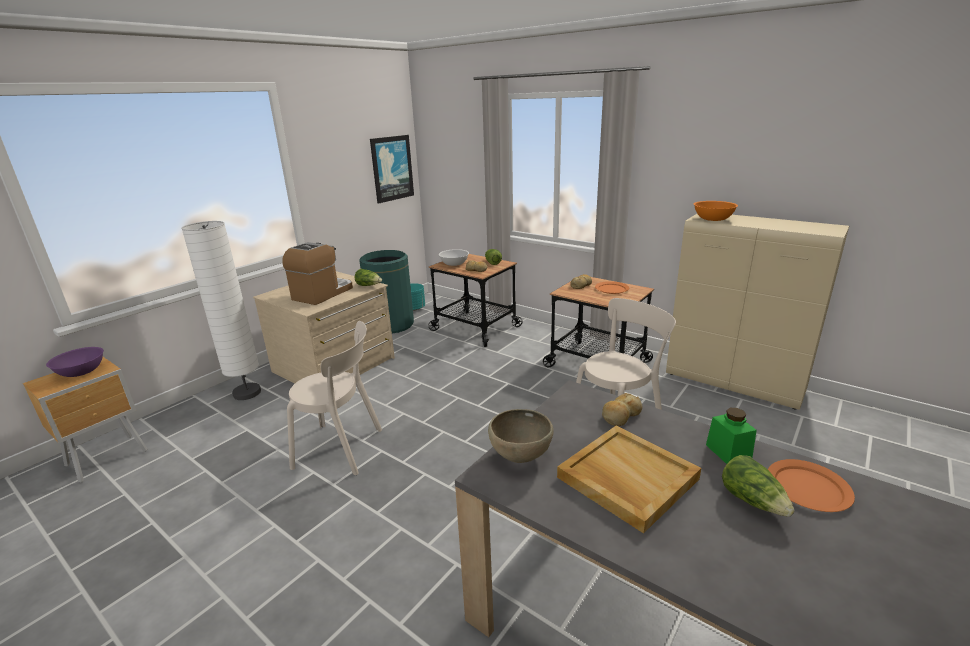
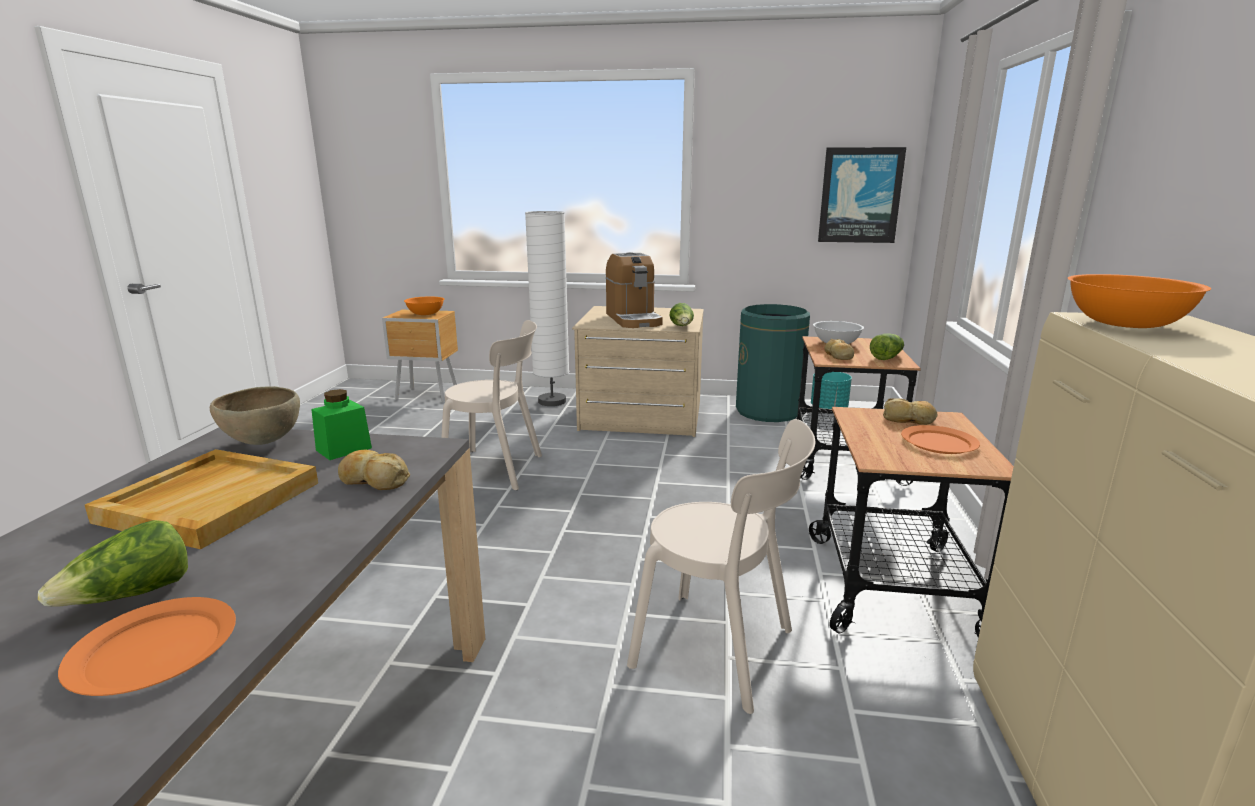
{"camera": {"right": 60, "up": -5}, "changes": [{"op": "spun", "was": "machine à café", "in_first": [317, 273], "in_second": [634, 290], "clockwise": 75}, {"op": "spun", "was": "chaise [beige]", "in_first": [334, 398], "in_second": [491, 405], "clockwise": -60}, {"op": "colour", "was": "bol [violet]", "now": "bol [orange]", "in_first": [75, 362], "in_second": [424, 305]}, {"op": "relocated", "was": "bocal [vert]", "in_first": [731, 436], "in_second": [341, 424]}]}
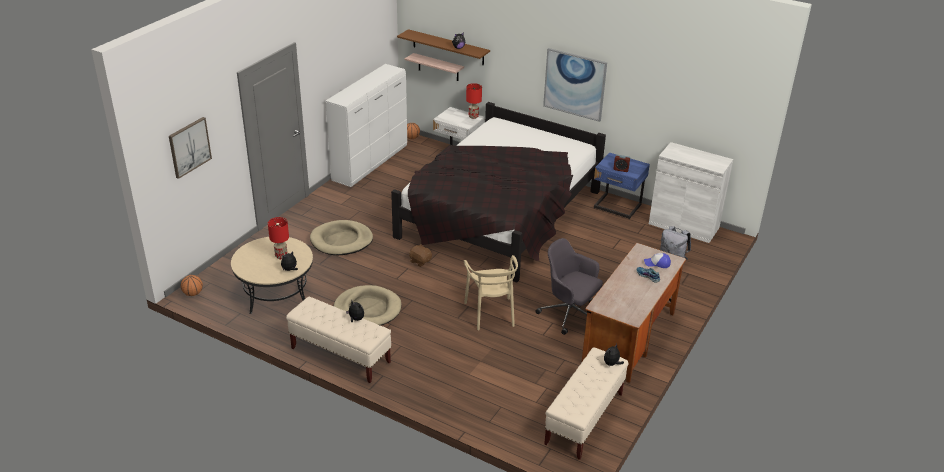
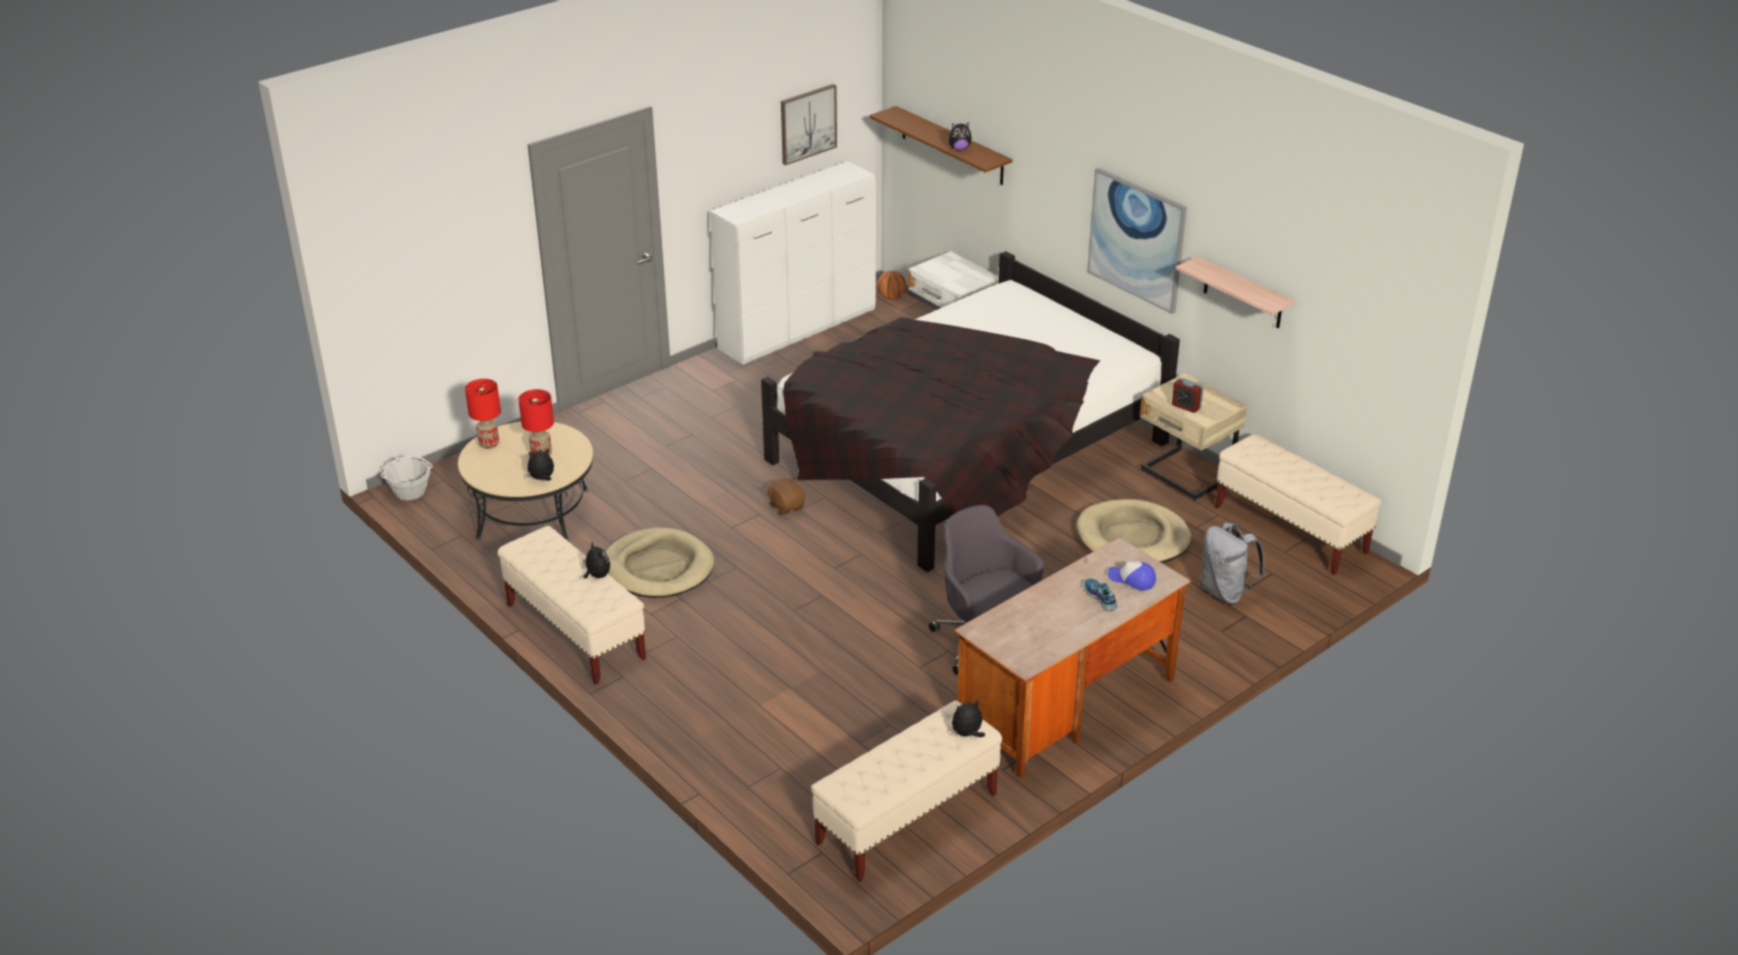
{"camera": {"right": 20, "up": 0}, "changes": [{"op": "relocated", "was": "étagère", "in_first": [434, 67], "in_second": [1235, 292]}, {"op": "relocated", "was": "lampe de table [rouge]", "in_first": [474, 101], "in_second": [483, 414]}, {"op": "relocated", "was": "tableau", "in_first": [190, 148], "in_second": [809, 124]}, {"op": "exchanged", "was": "meuble de rangement [blanc]", "now": "banc [beige]", "in_first": [691, 192], "in_second": [1298, 504]}, {"op": "colour", "was": "table de chevet [bleu]", "now": "table de chevet [beige]", "in_first": [622, 186], "in_second": [1193, 437]}, {"op": "relocated", "was": "panier pour chien [beige]", "in_first": [341, 237], "in_second": [1134, 531]}, {"op": "missing", "was": "chaise [beige]", "in_first": [491, 292]}, {"op": "exchanged", "was": "ballon de basket", "now": "panier", "in_first": [191, 285], "in_second": [407, 477]}]}
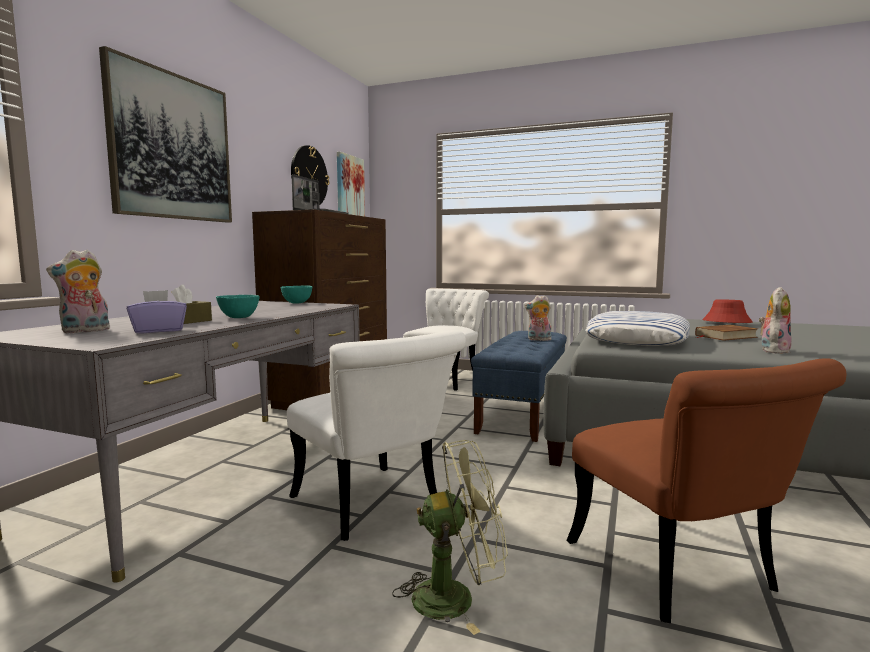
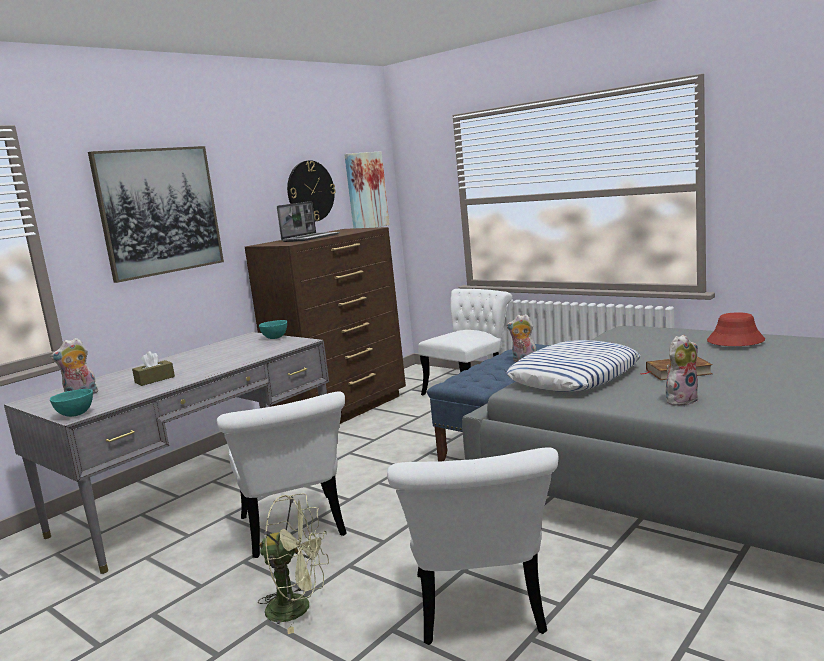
{"camera": {"right": 20, "up": 5}, "changes": [{"op": "missing", "was": "boîte à mouchoirs [violet]", "in_first": [157, 311]}, {"op": "relocated", "was": "bol [turquoise]", "in_first": [238, 306], "in_second": [71, 403]}, {"op": "colour", "was": "chaise [marron]", "now": "chaise [blanc]", "in_first": [706, 490], "in_second": [472, 546]}]}
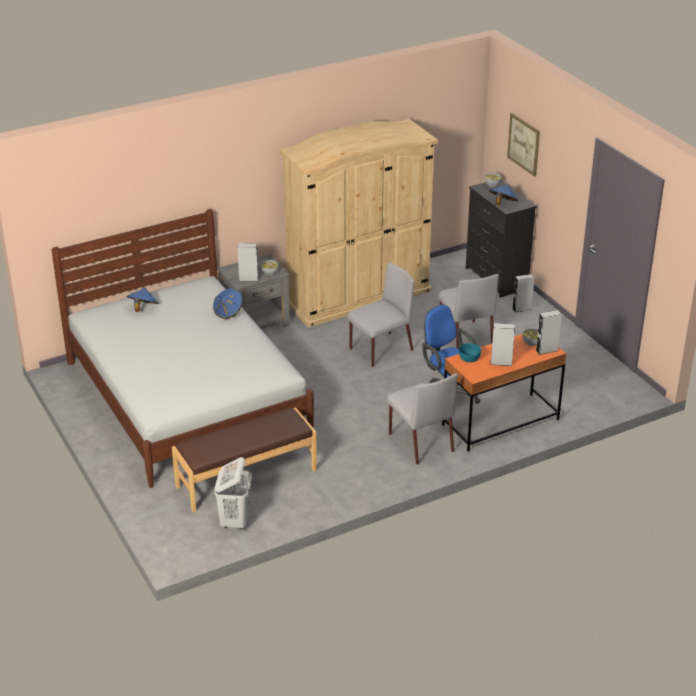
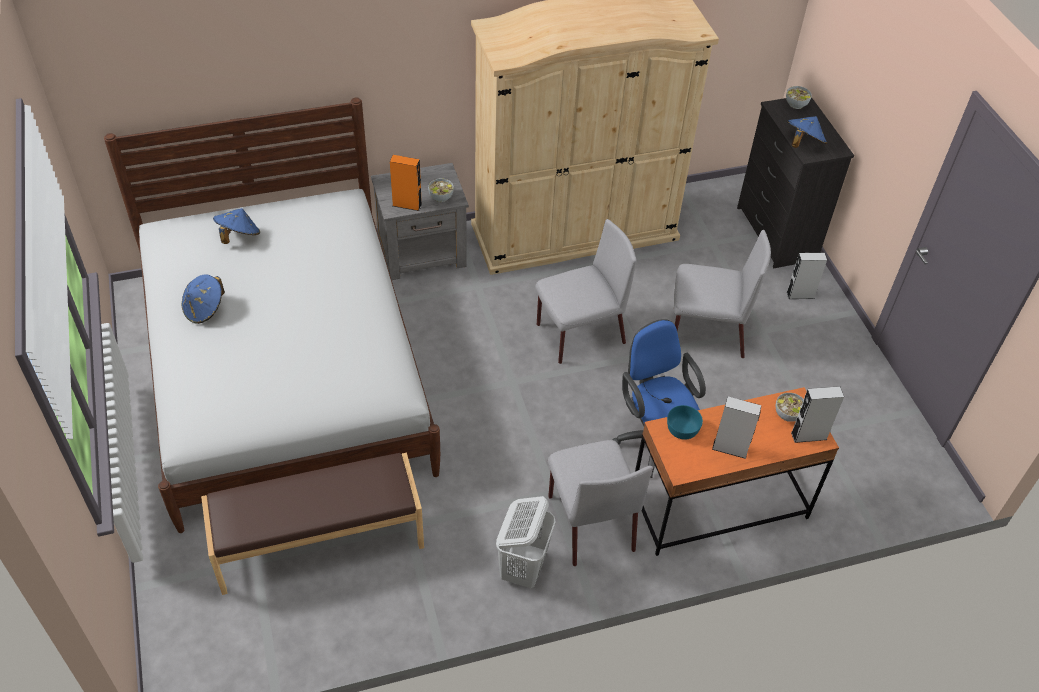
{"camera": {"right": 10, "up": 15}, "changes": [{"op": "missing", "was": "tableau", "in_first": [523, 145]}, {"op": "colour", "was": "enceinte [gris]", "now": "enceinte [orange]", "in_first": [248, 262], "in_second": [406, 183]}, {"op": "spun", "was": "chaise [gris]", "in_first": [468, 311], "in_second": [722, 294], "clockwise": -75}, {"op": "relocated", "was": "chapeau [bleu]", "in_first": [228, 304], "in_second": [203, 299]}, {"op": "relocated", "was": "panier à linge [blanc]", "in_first": [233, 493], "in_second": [526, 542]}]}
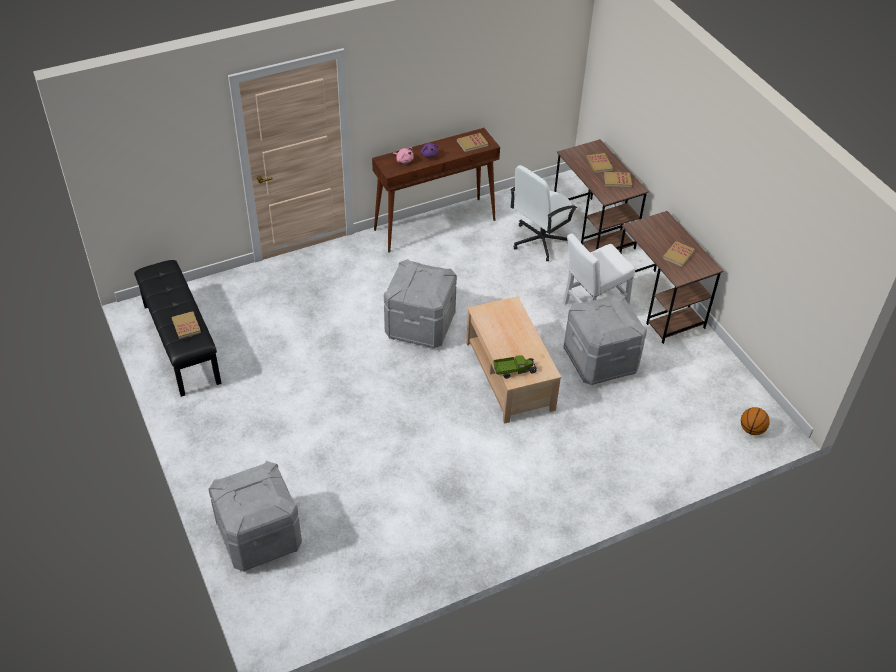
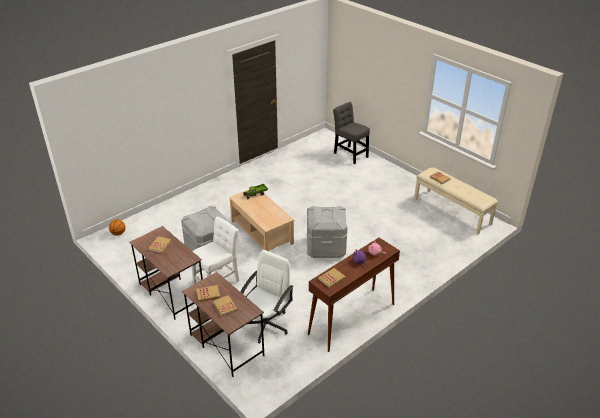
{"camera": {"right": 165, "up": -10}, "changes": [{"op": "colour", "was": "banc [noir]", "now": "banc [beige]", "in_first": [178, 328], "in_second": [456, 200]}, {"op": "exchanged", "was": "boîte de rangement [gris]", "now": "chaise [gris]", "in_first": [255, 516], "in_second": [351, 133]}]}
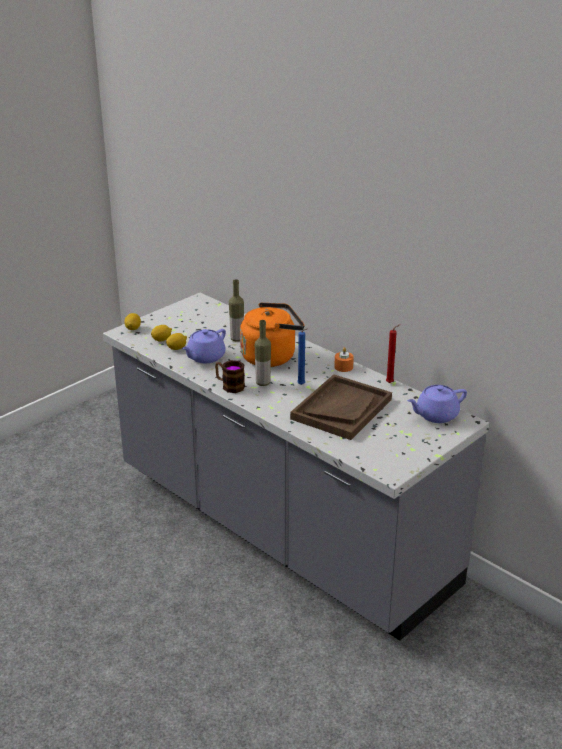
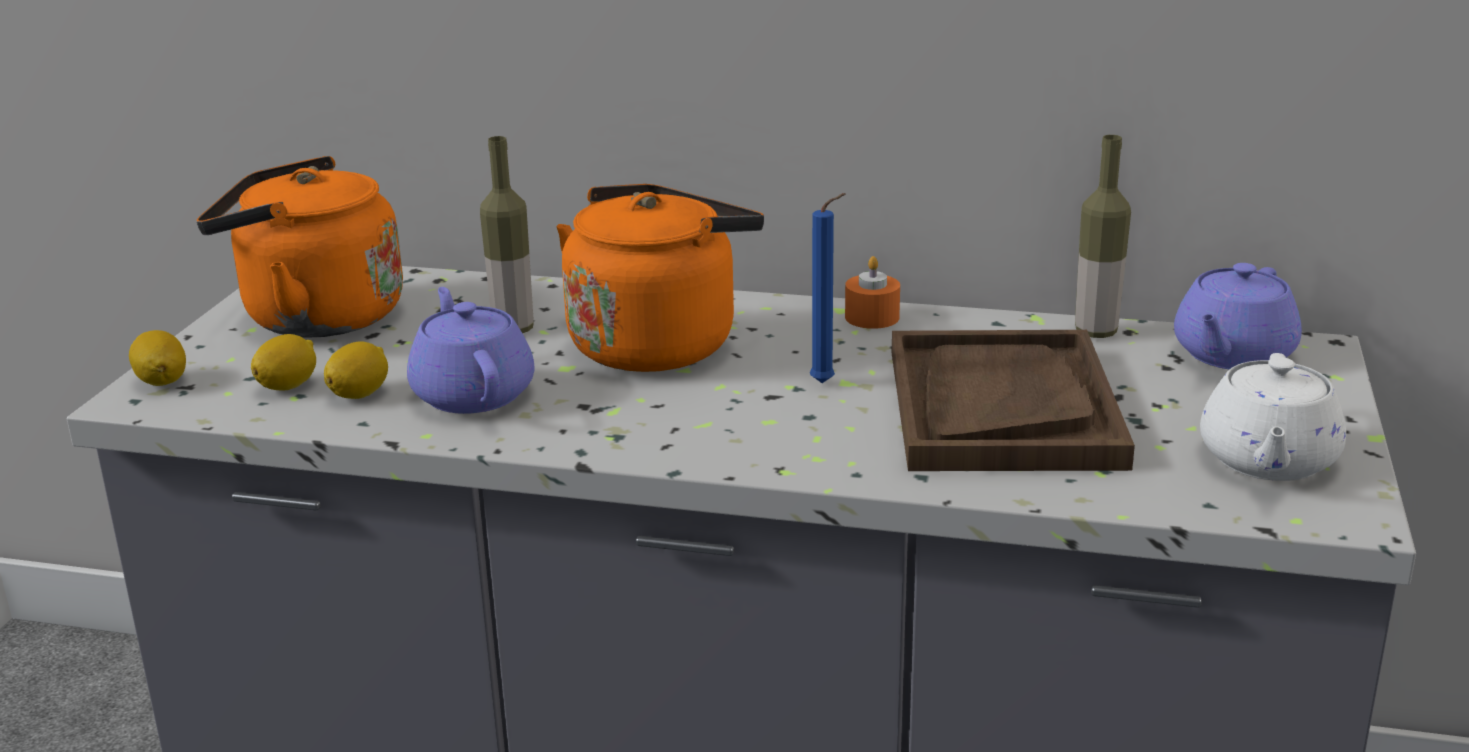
{"camera": {"right": -30, "up": -5}, "changes": [{"op": "relocated", "was": "bouteille", "in_first": [263, 353], "in_second": [1103, 236]}, {"op": "missing", "was": "bougie [rouge]", "in_first": [392, 354]}, {"op": "spun", "was": "théière [violet]", "in_first": [204, 346], "in_second": [471, 350], "clockwise": 150}, {"op": "missing", "was": "mug", "in_first": [230, 376]}, {"op": "appeared", "now": "bouilloire [orange]", "in_second": [299, 247]}, {"op": "appeared", "now": "théière [blanc]", "in_second": [1273, 417]}]}
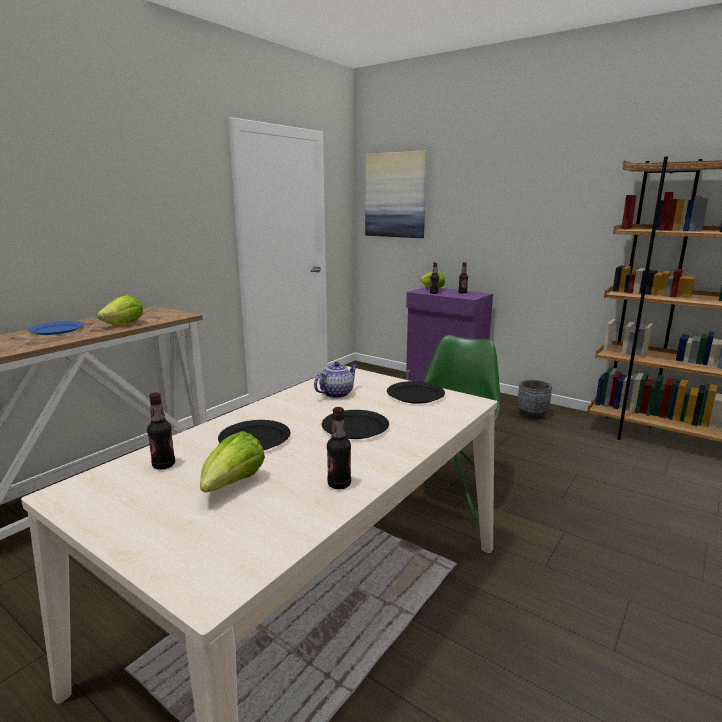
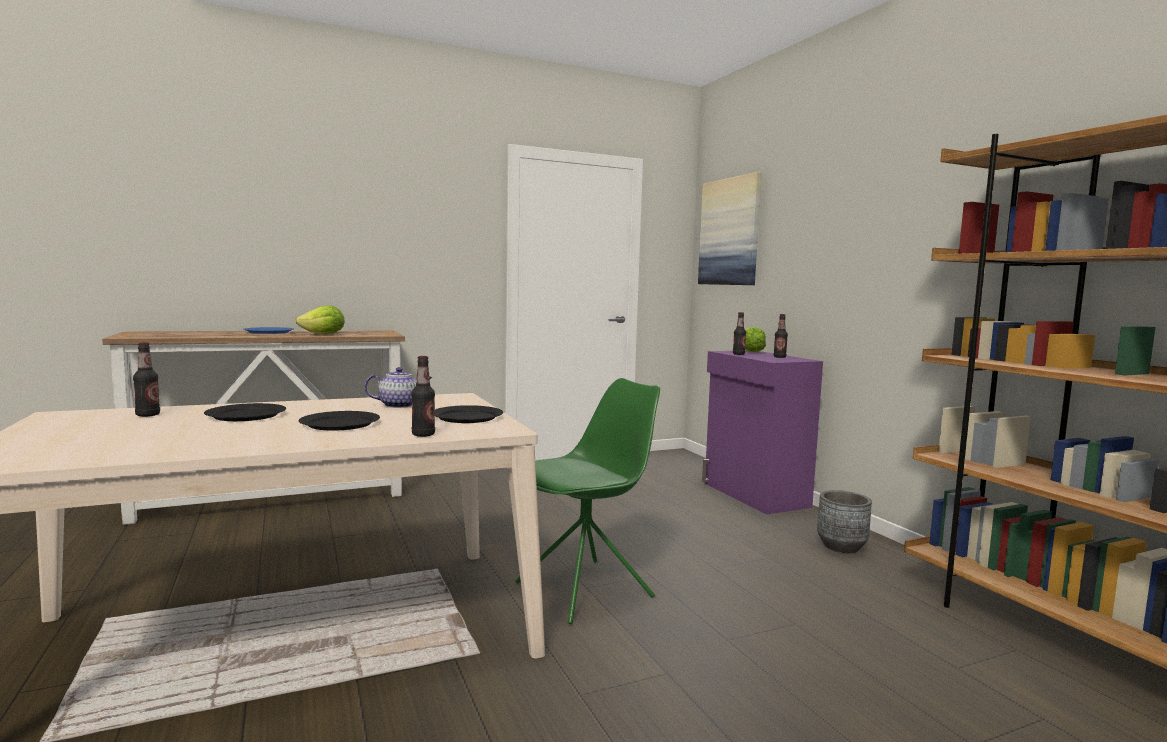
{"camera": {"right": 30, "up": -10}, "changes": [{"op": "relocated", "was": "bouteille", "in_first": [339, 448], "in_second": [423, 396]}, {"op": "missing", "was": "laitue", "in_first": [232, 462]}]}
